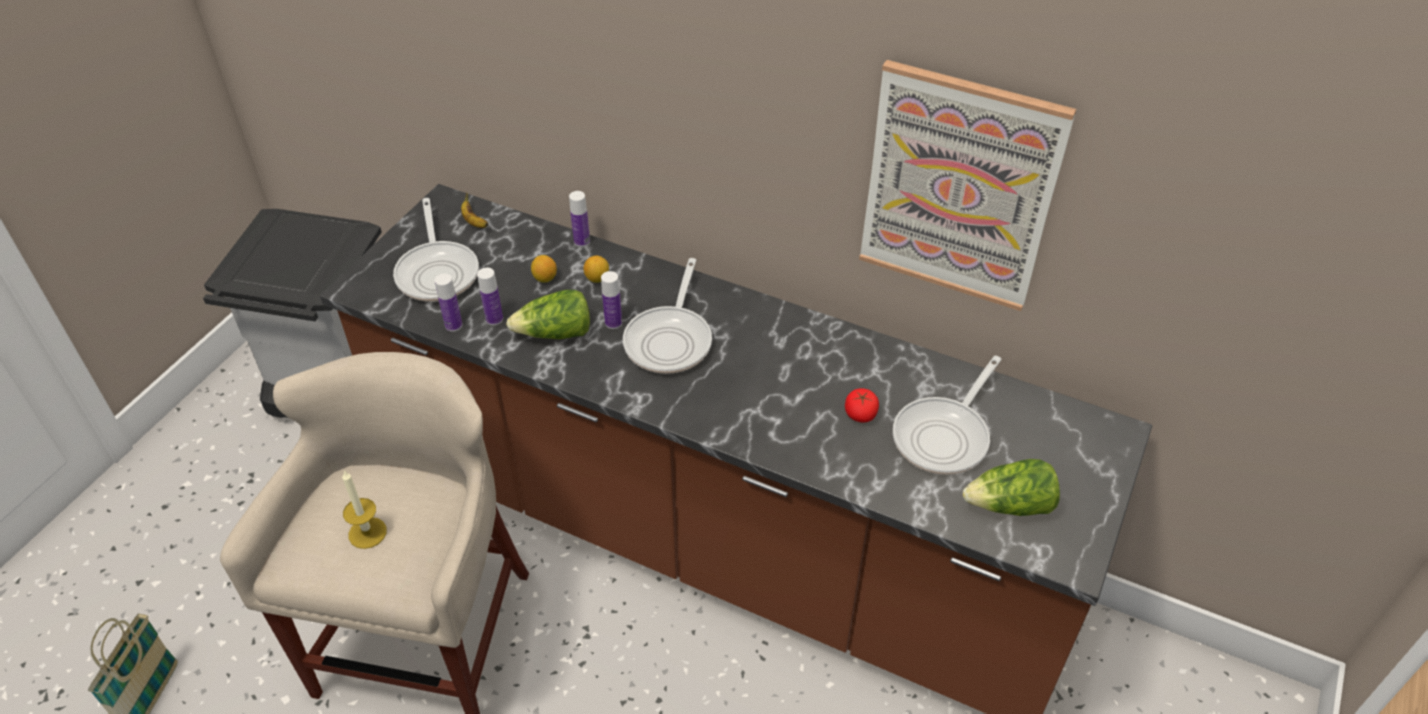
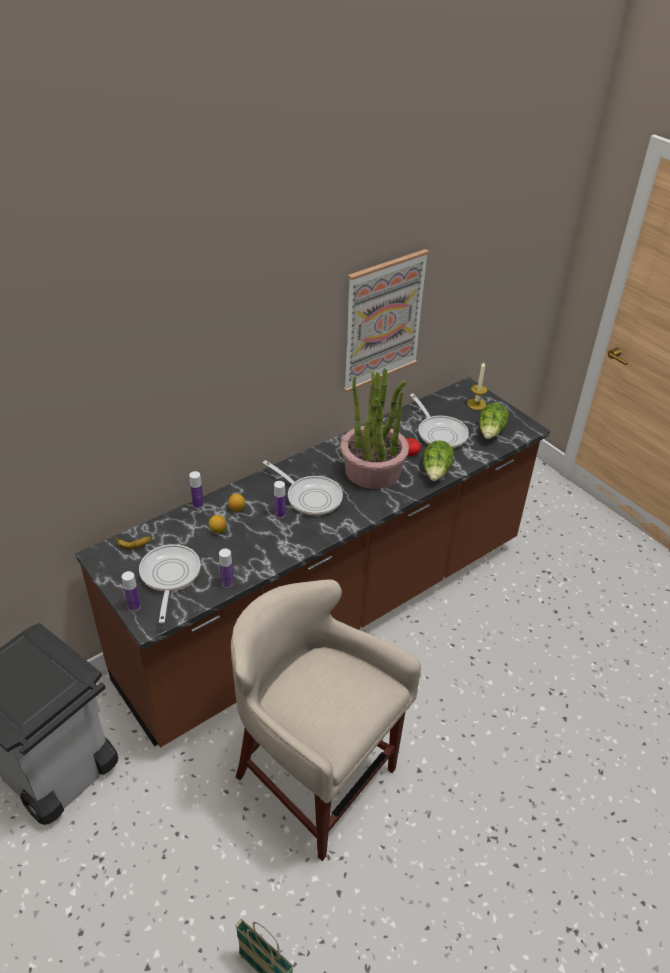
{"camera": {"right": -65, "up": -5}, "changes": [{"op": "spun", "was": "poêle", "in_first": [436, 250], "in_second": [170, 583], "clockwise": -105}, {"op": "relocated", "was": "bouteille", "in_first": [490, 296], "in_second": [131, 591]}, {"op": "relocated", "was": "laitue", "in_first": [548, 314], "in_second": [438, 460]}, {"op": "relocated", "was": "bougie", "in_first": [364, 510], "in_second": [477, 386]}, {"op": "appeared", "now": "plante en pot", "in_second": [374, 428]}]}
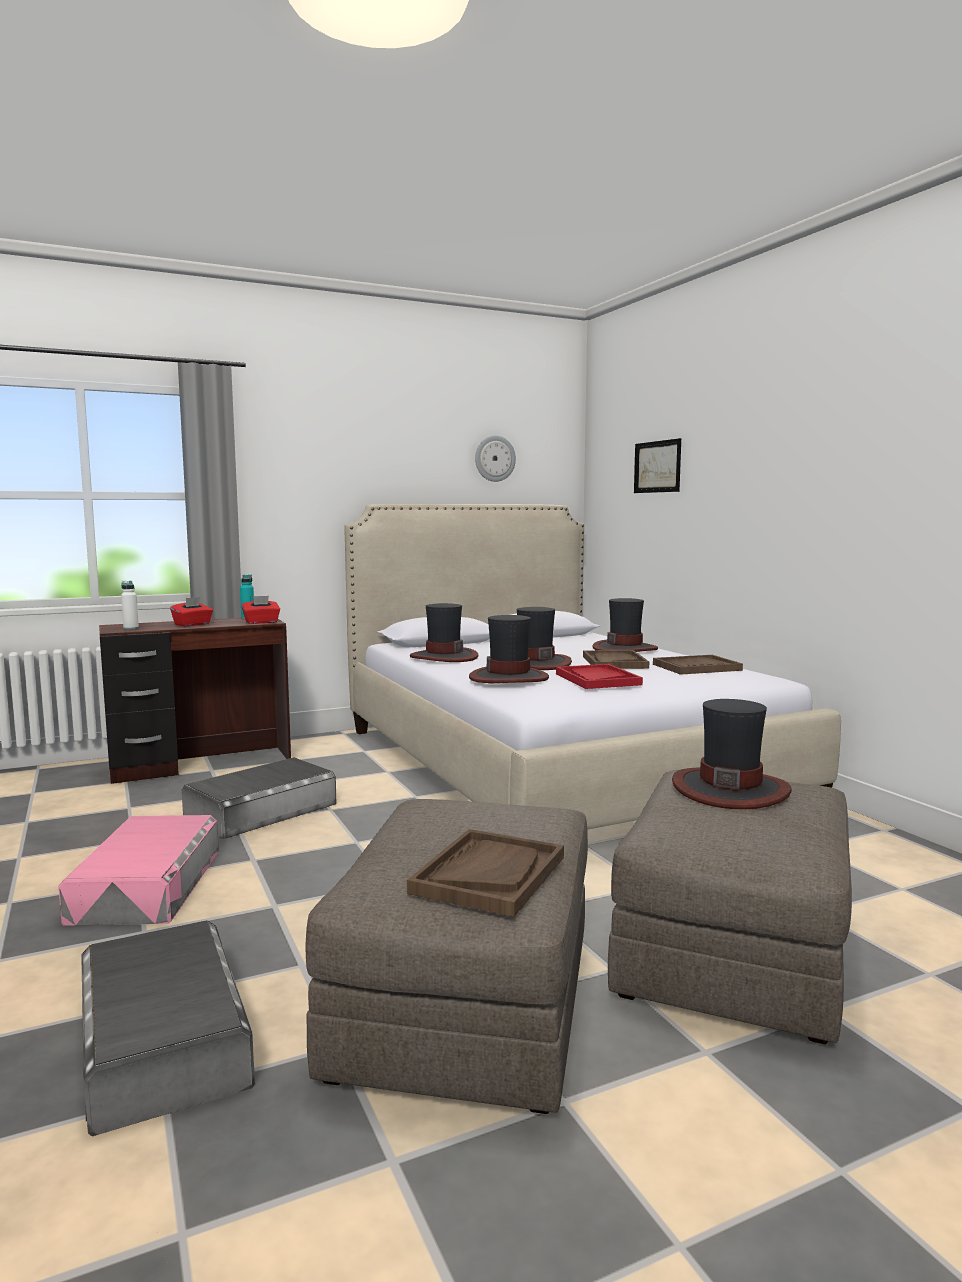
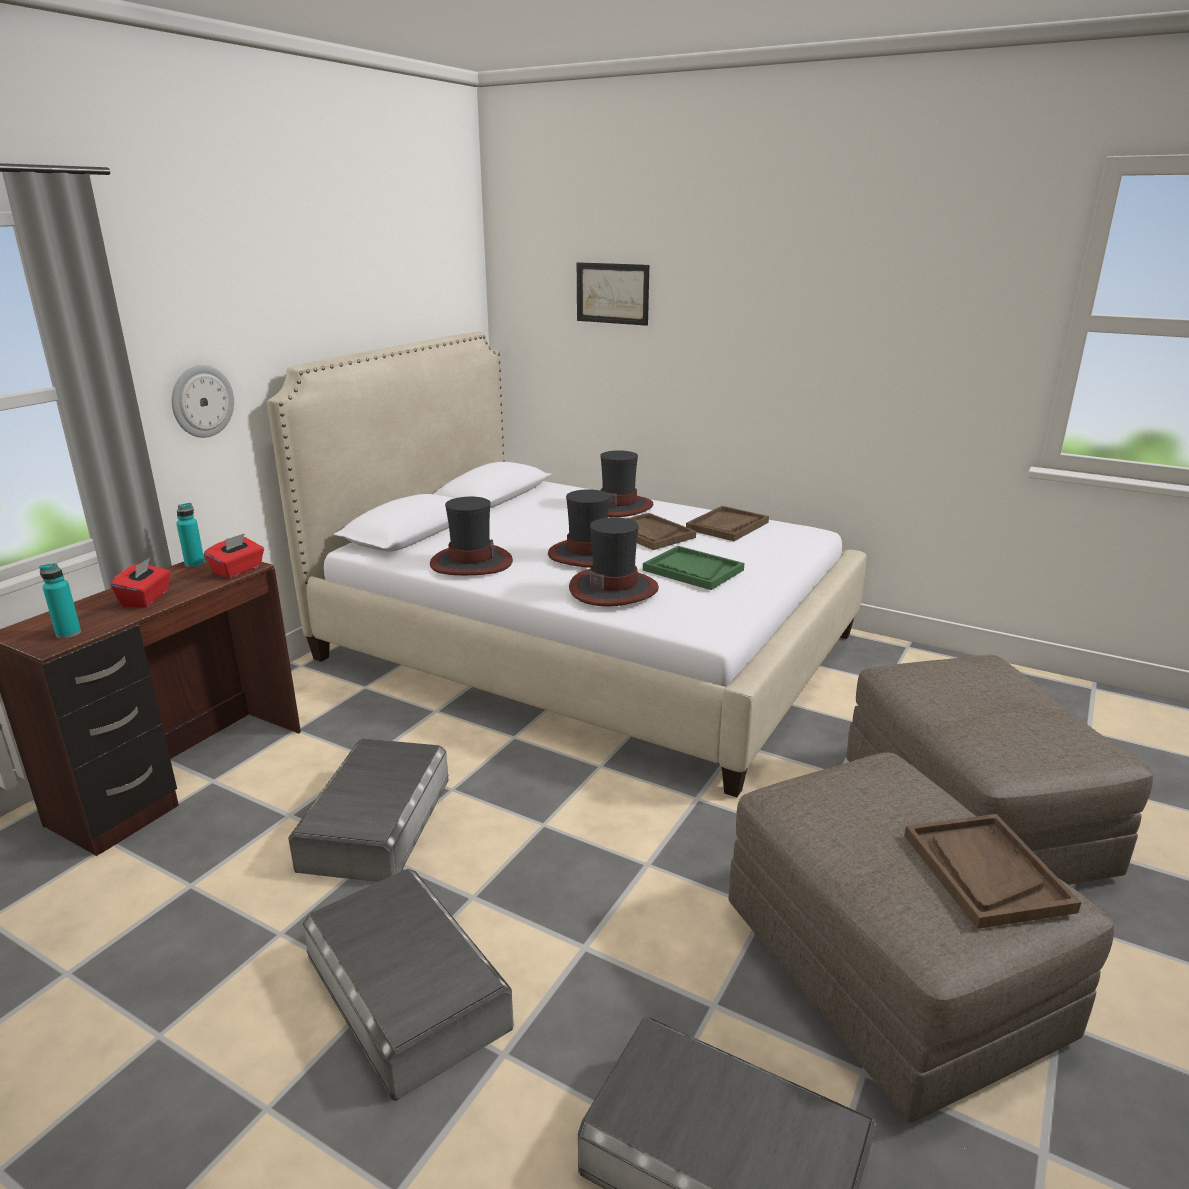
{"camera": {"right": -35, "up": 15}, "changes": [{"op": "relocated", "was": "horloge murale", "in_first": [495, 459], "in_second": [203, 401]}, {"op": "colour", "was": "bouteille [blanc]", "now": "bouteille [turquoise]", "in_first": [130, 605], "in_second": [60, 601]}, {"op": "colour", "was": "plateau [rouge]", "now": "plateau [vert]", "in_first": [599, 676], "in_second": [693, 568]}, {"op": "missing", "was": "chapeau", "in_first": [732, 754]}, {"op": "colour", "was": "boîte de rangement [rose]", "now": "boîte de rangement [gris]", "in_first": [138, 870], "in_second": [408, 985]}]}
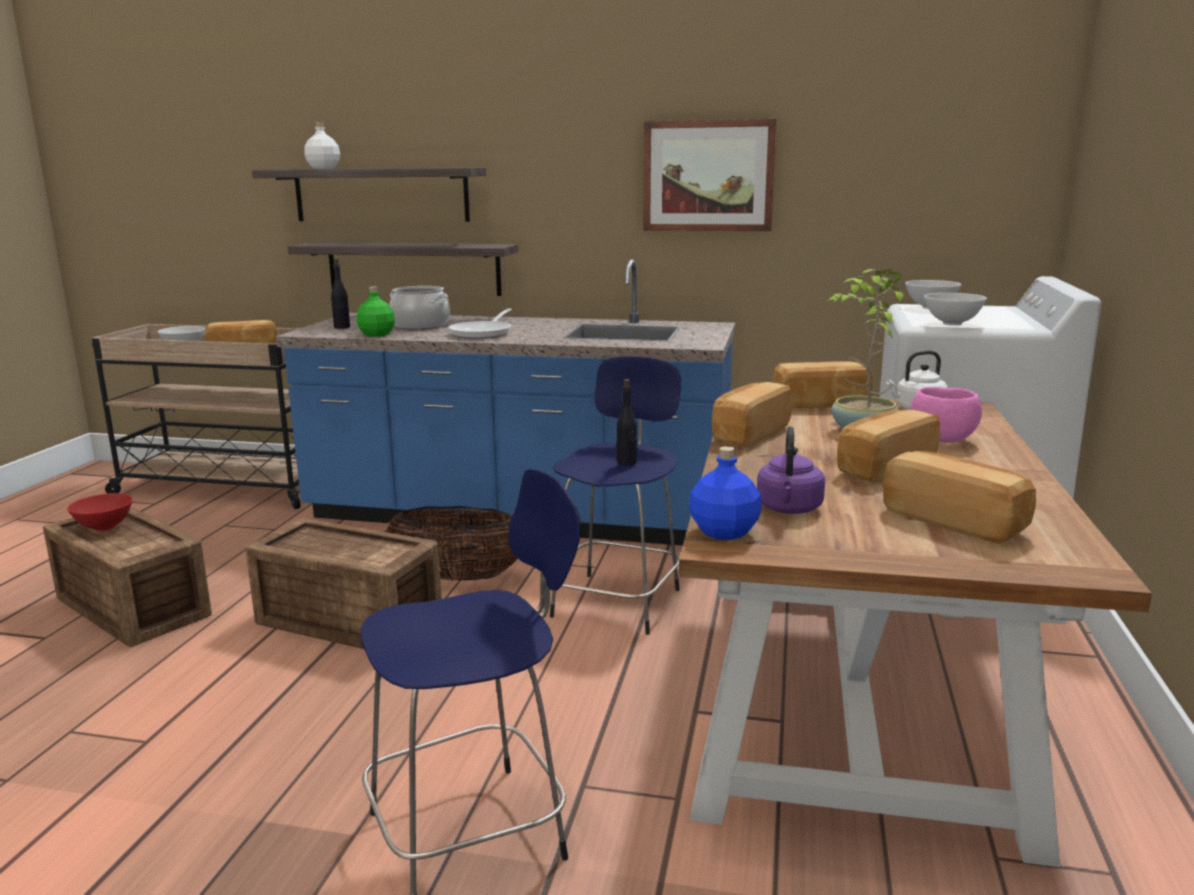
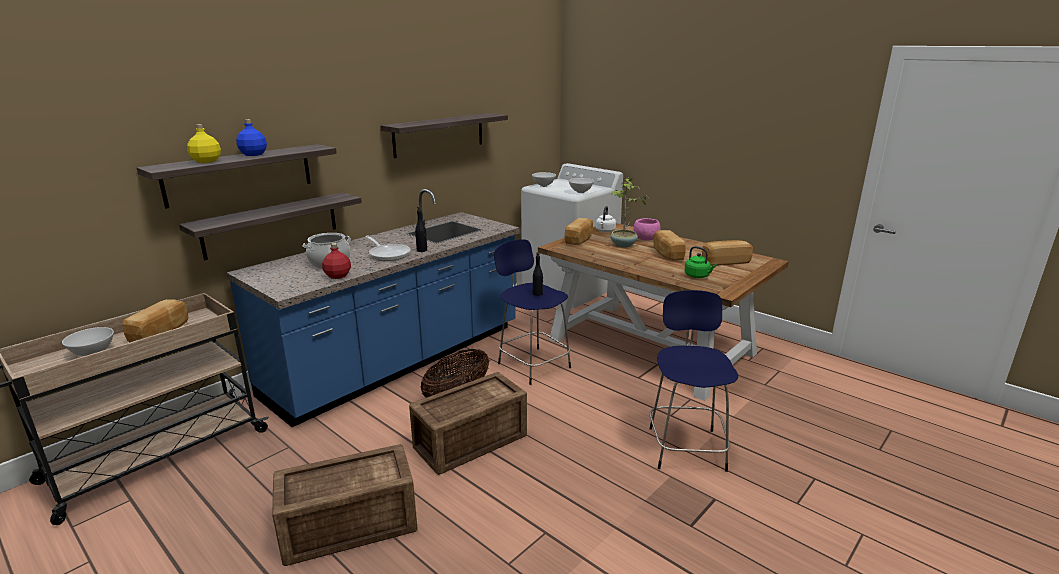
{"camera": {"right": -60, "up": 5}, "changes": [{"op": "exchanged", "was": "tableau", "now": "étagère", "in_first": [709, 175], "in_second": [444, 135]}, {"op": "colour", "was": "bouteille [blanc]", "now": "bouteille [jaune]", "in_first": [322, 145], "in_second": [204, 143]}, {"op": "relocated", "was": "bouteille [noir]", "in_first": [340, 293], "in_second": [421, 229]}, {"op": "colour", "was": "bouteille [vert]", "now": "bouteille [rouge]", "in_first": [376, 312], "in_second": [336, 261]}, {"op": "missing", "was": "pain", "in_first": [752, 414]}, {"op": "colour", "was": "bouilloire [violet]", "now": "bouilloire [vert]", "in_first": [791, 470], "in_second": [700, 262]}, {"op": "relocated", "was": "bouteille [bleu]", "in_first": [725, 493], "in_second": [251, 137]}, {"op": "missing", "was": "bol [rouge]", "in_first": [100, 512]}]}
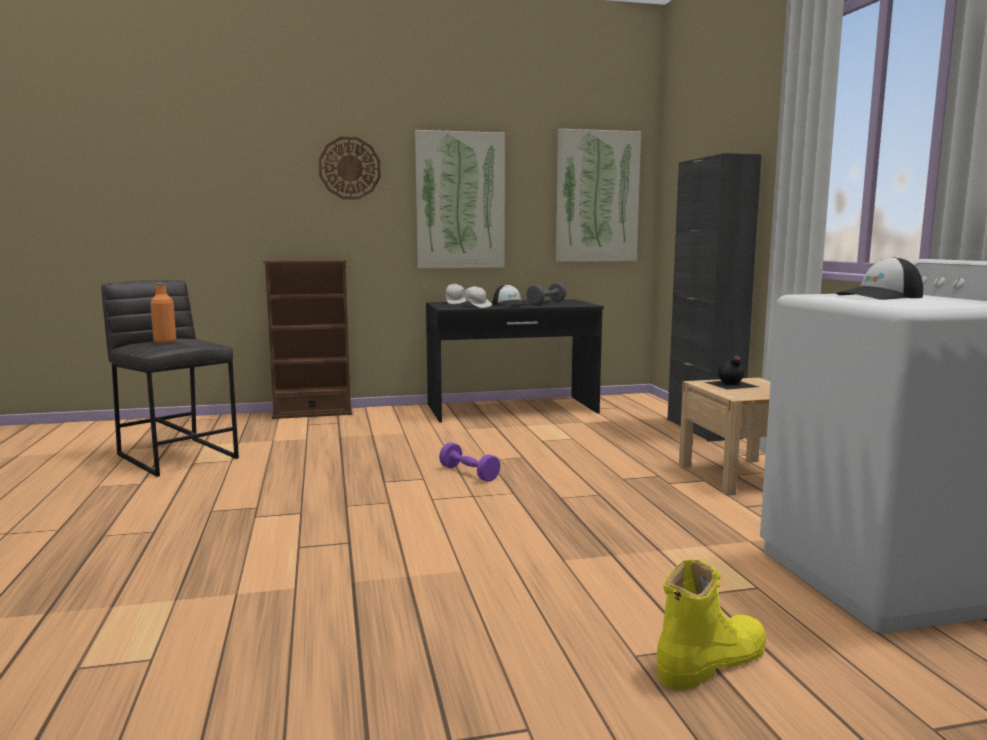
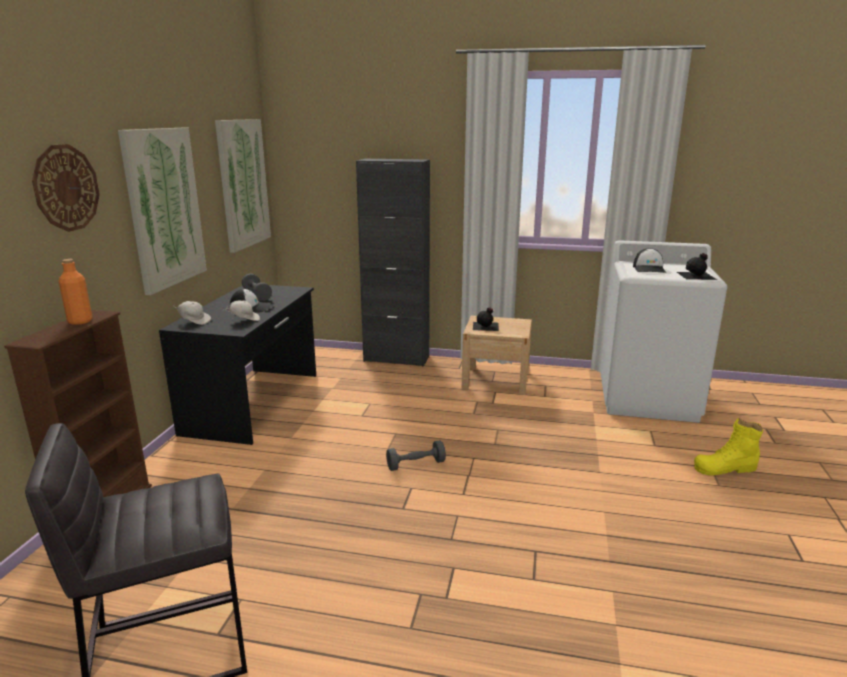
{"camera": {"right": -65, "up": 10}, "changes": [{"op": "relocated", "was": "bouteille [orange]", "in_first": [163, 313], "in_second": [75, 292]}, {"op": "colour", "was": "haltère [violet]", "now": "haltère [gris]", "in_first": [469, 462], "in_second": [416, 455]}, {"op": "spun", "was": "botte [jaune]", "in_first": [711, 625], "in_second": [728, 447], "clockwise": -90}, {"op": "appeared", "now": "bouteille [noir]", "in_second": [697, 266]}]}
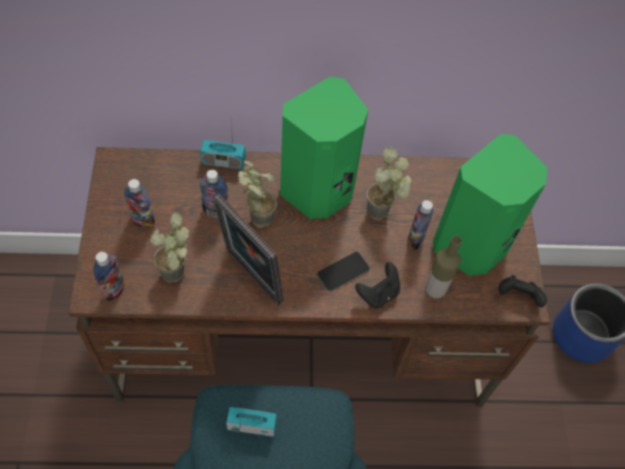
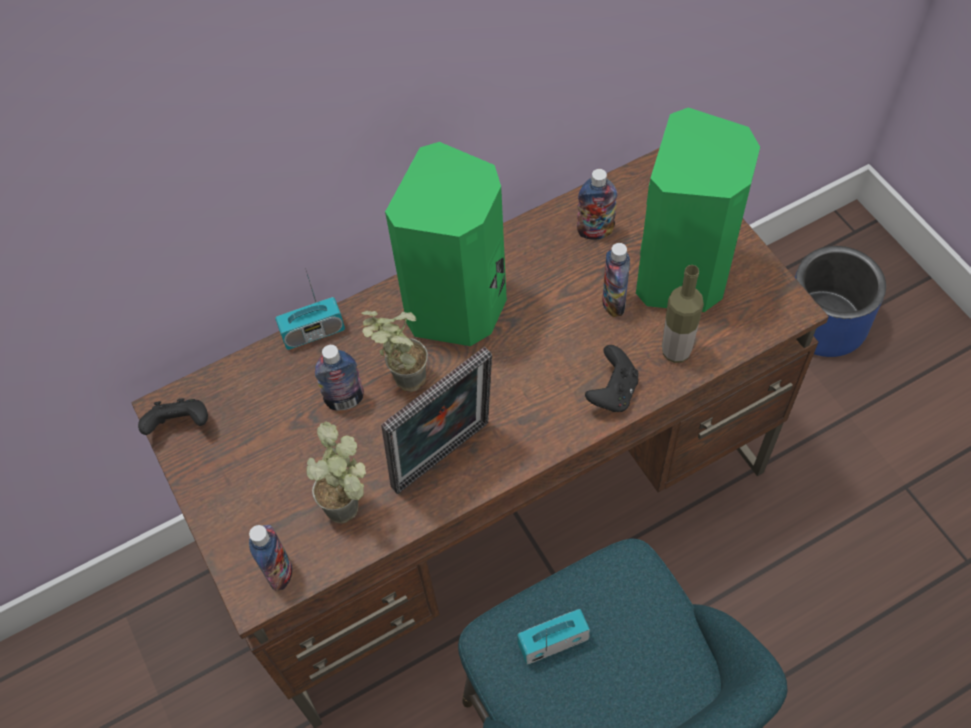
{"camera": {"right": -20, "up": 0}, "changes": [{"op": "missing", "was": "plante en pot", "in_first": [389, 183]}, {"op": "relocated", "was": "bouteille", "in_first": [139, 203], "in_second": [597, 204]}, {"op": "spun", "was": "cadre photo", "in_first": [248, 249], "in_second": [436, 420], "clockwise": -60}, {"op": "missing", "was": "téléphone", "in_first": [343, 271]}, {"op": "relocated", "was": "manette [noir]", "in_first": [523, 291], "in_second": [173, 416]}]}
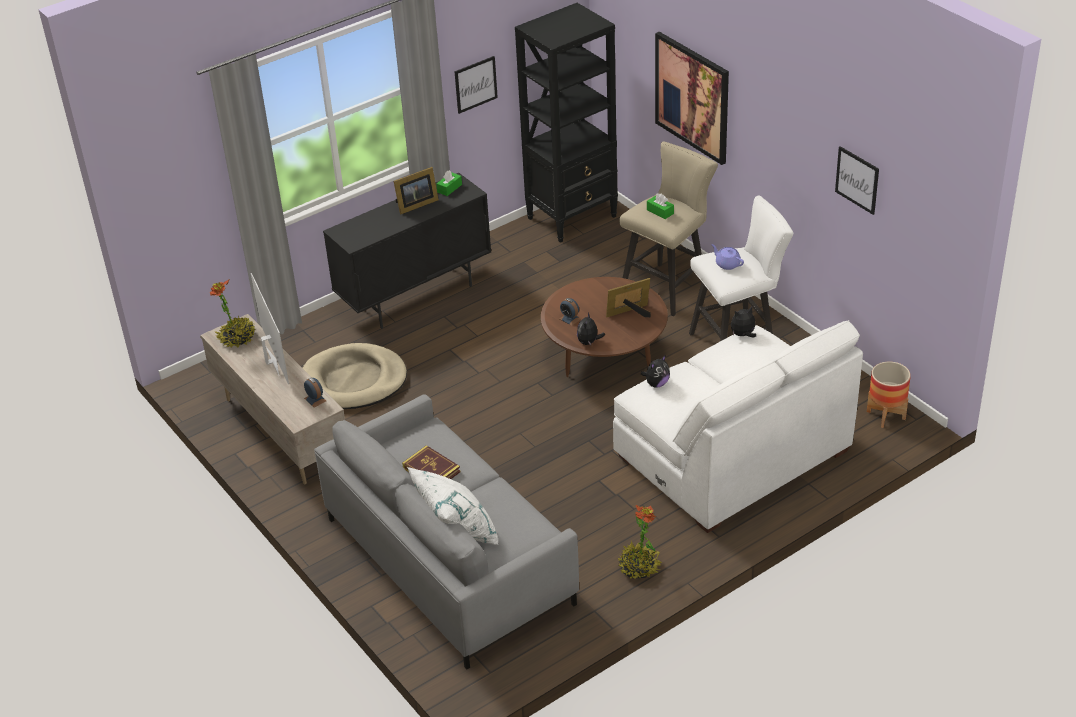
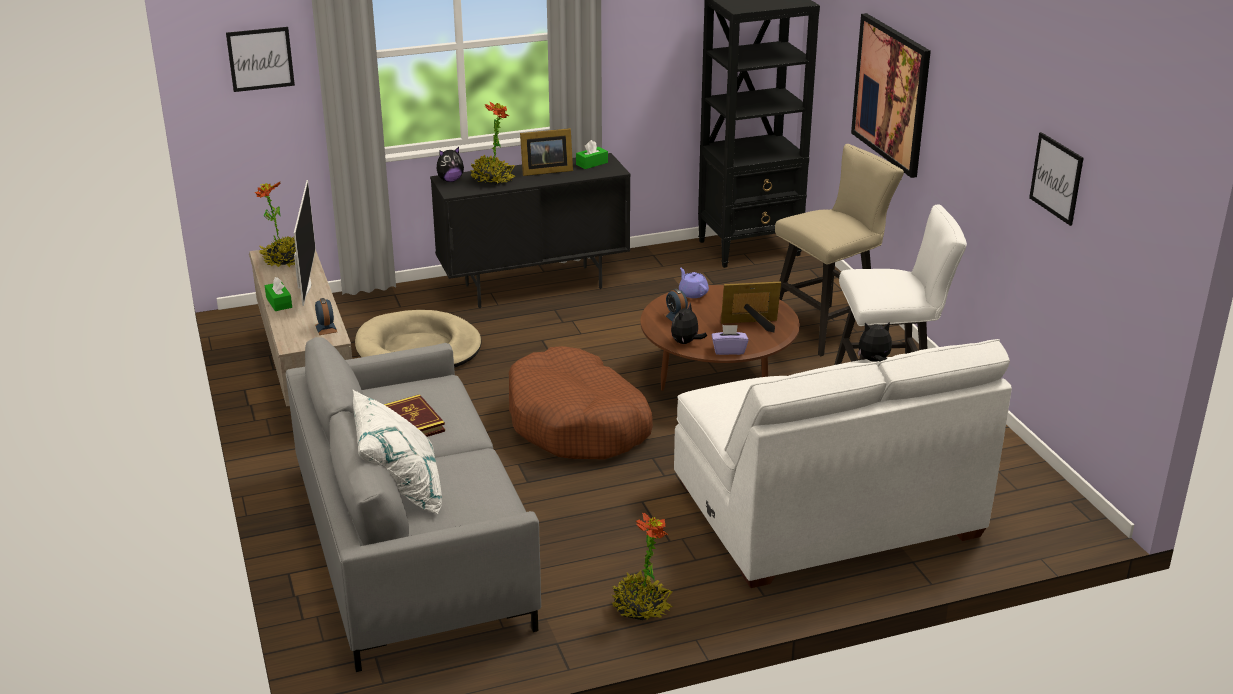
{"camera": {"right": 15, "up": -10}, "changes": [{"op": "relocated", "was": "tableau", "in_first": [476, 85], "in_second": [260, 59]}, {"op": "relocated", "was": "boîte à mouchoirs [vert]", "in_first": [660, 206], "in_second": [278, 294]}, {"op": "relocated", "was": "théière [violet]", "in_first": [727, 257], "in_second": [694, 283]}, {"op": "relocated", "was": "peluche", "in_first": [655, 372], "in_second": [450, 164]}, {"op": "missing", "was": "cache-pot", "in_first": [889, 395]}, {"op": "appeared", "now": "plante en pot", "in_second": [493, 143]}, {"op": "appeared", "now": "boîte à mouchoirs [violet]", "in_second": [730, 340]}, {"op": "appeared", "now": "panier pour chien [marron]", "in_second": [581, 403]}]}
